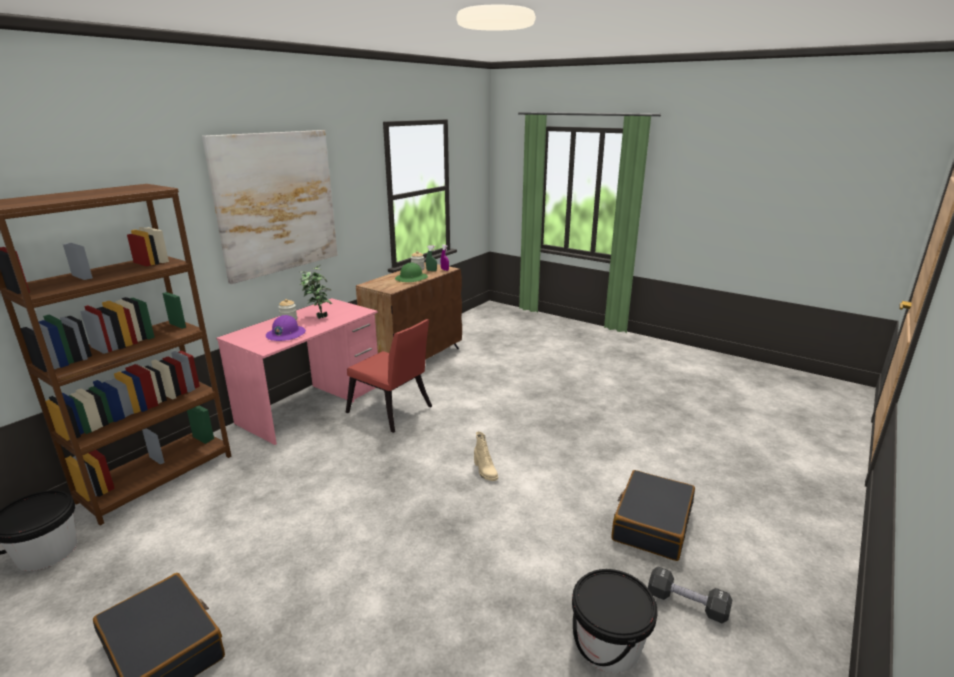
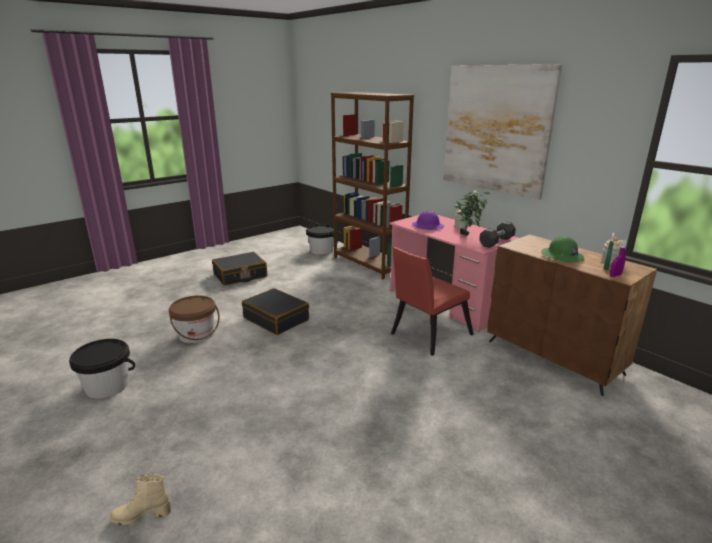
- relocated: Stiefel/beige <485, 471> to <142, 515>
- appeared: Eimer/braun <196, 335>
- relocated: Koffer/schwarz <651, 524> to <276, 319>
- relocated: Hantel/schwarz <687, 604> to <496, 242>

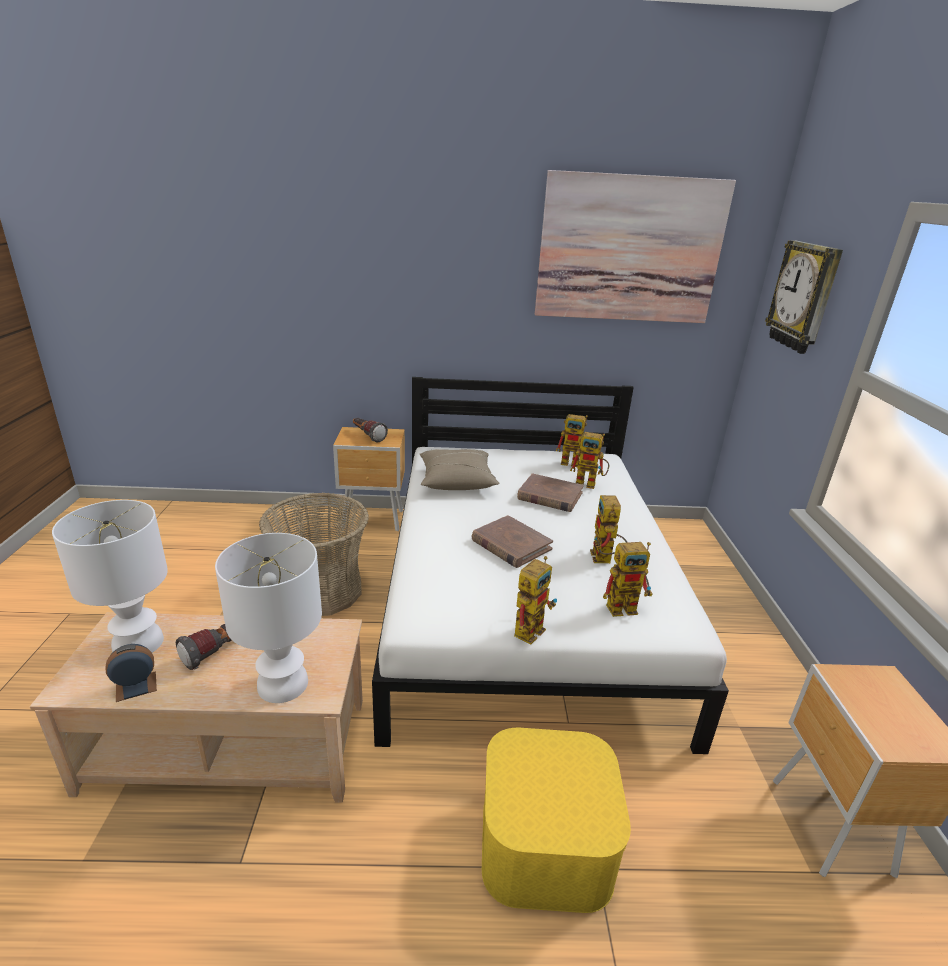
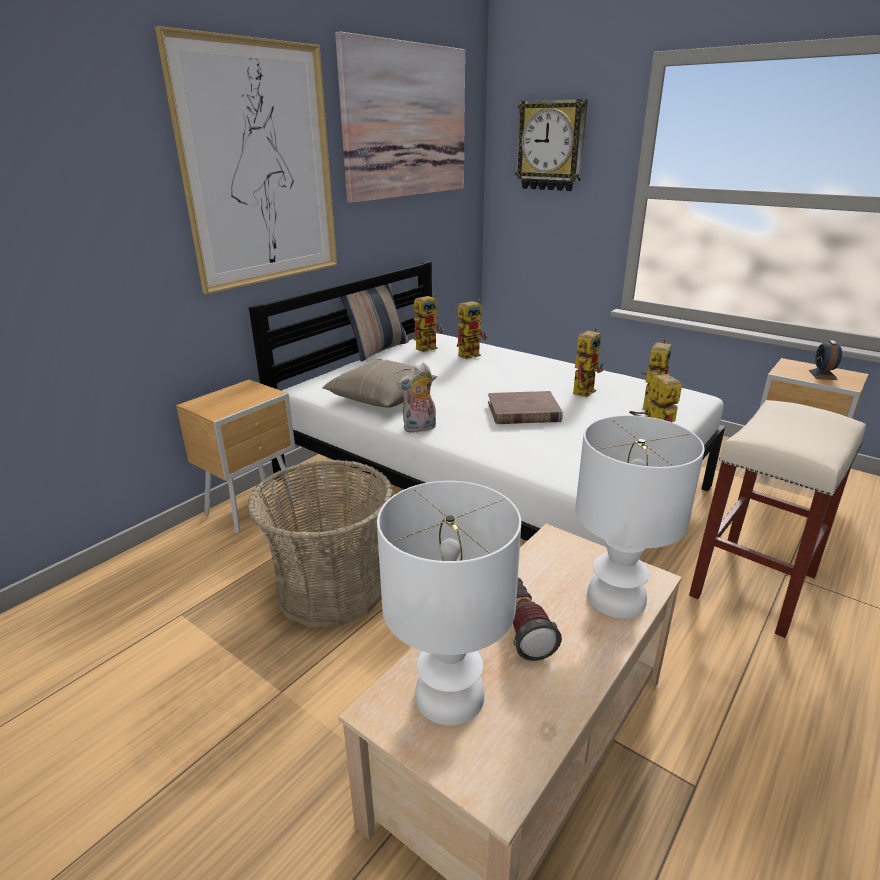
- appeared: Bild <260, 167>
- appeared: Kissen <377, 350>
- appeared: Plüschtier <419, 428>
- spun: Spielzeugroboter <604, 560> = <584, 390> 90 degrees counterclockwise
- exchanged: Aufbewahrungsbox/gelb <545, 842> to Hocker/beige <754, 586>
- relocated: Wecker <136, 686> to <822, 375>
- missing: Taschenlampe <367, 436>
- missing: Buch/braun <549, 496>

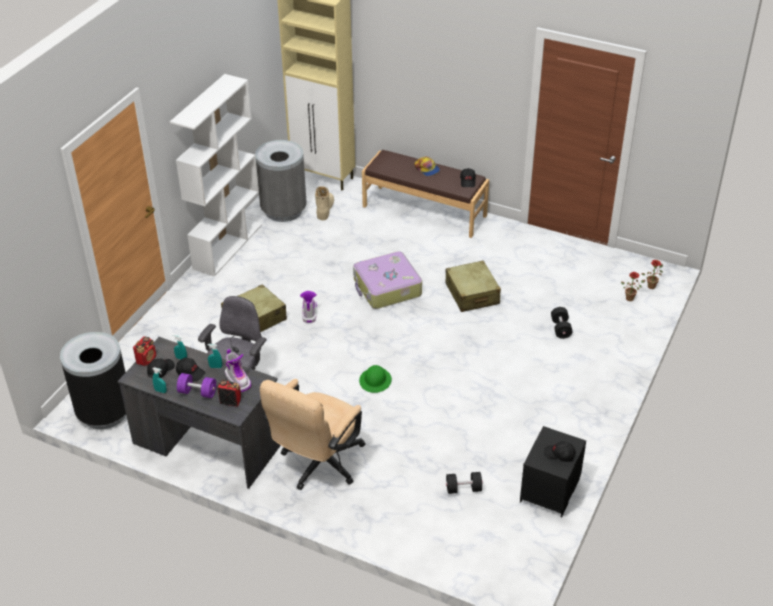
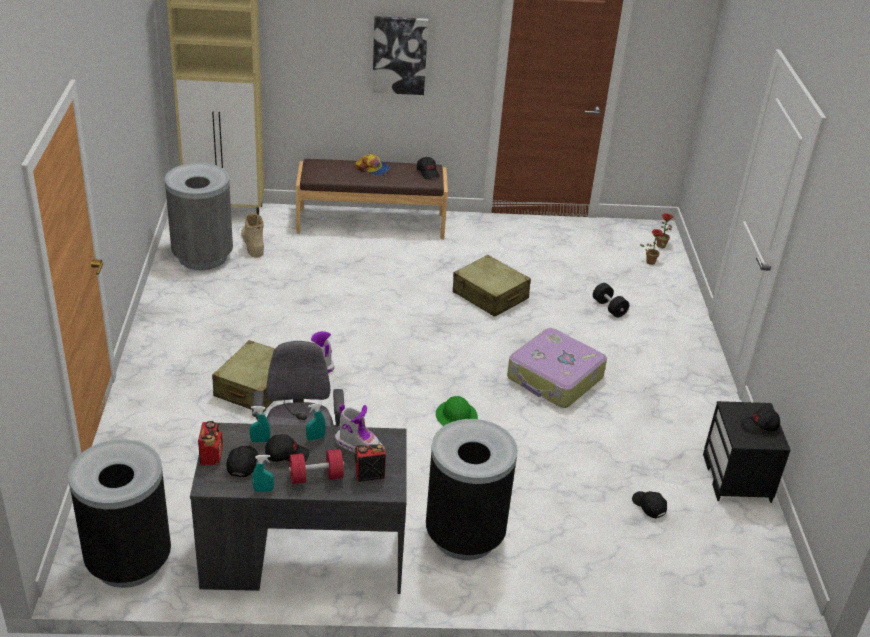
- colour: Hantel/lila <197, 392> to Hantel/rot <316, 477>
- appeared: Bild <399, 55>
- exchanged: Bürostuhl/beige <318, 465> to Mülleimer/schwarz <464, 536>
- relocated: Koffer <386, 288> to <555, 378>
- exchanged: Hantel/schwarz <463, 489> to Kappe/schwarz <648, 506>
- missing: Bücherregal/weiß <228, 246>

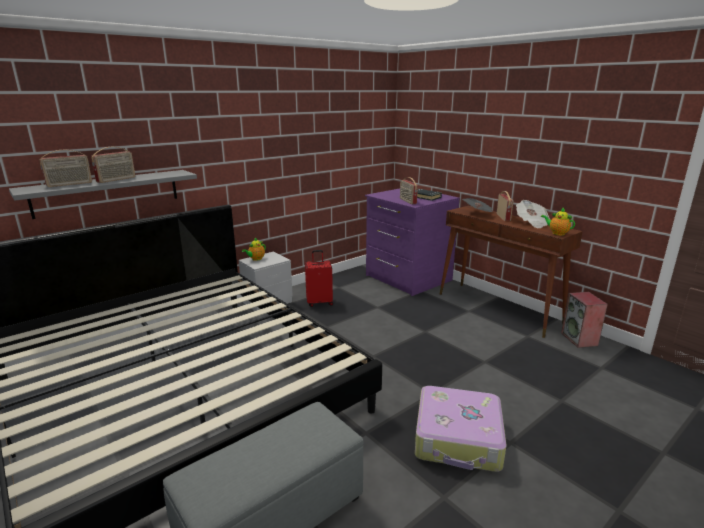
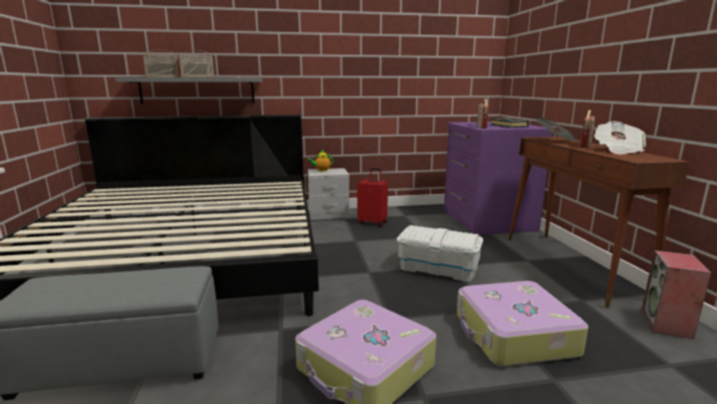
- appeared: Aufbewahrungsbox/weiß <438, 268>
- appeared: Koffer <513, 335>
- missing: Teekanne <557, 233>

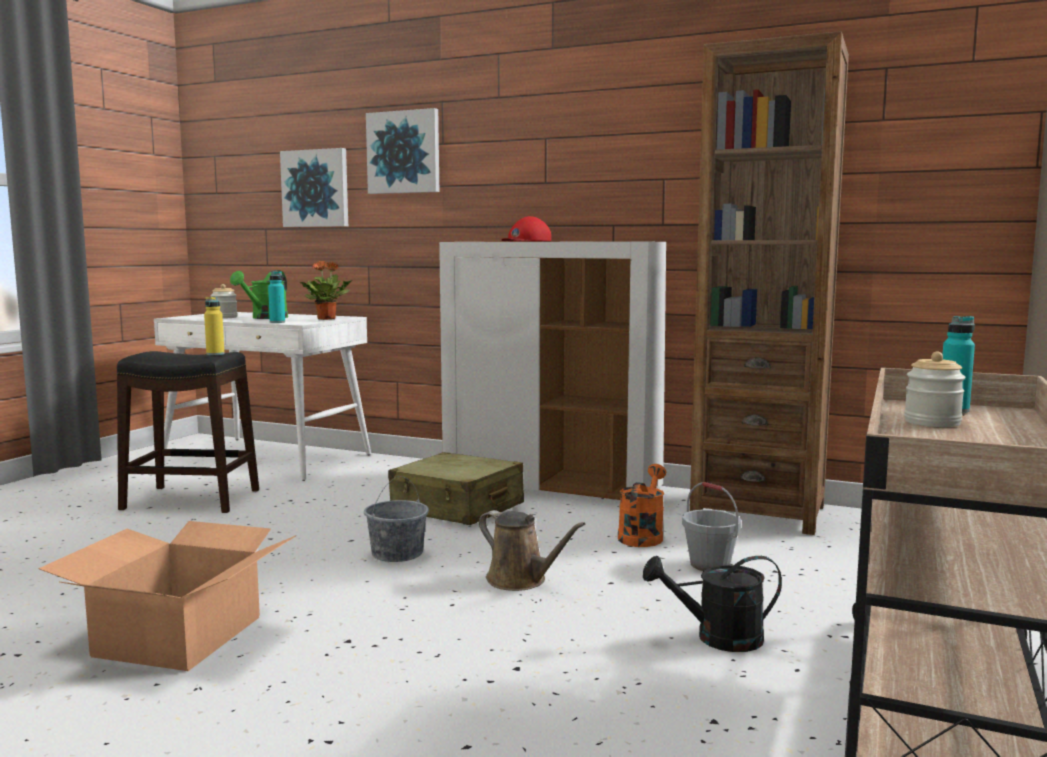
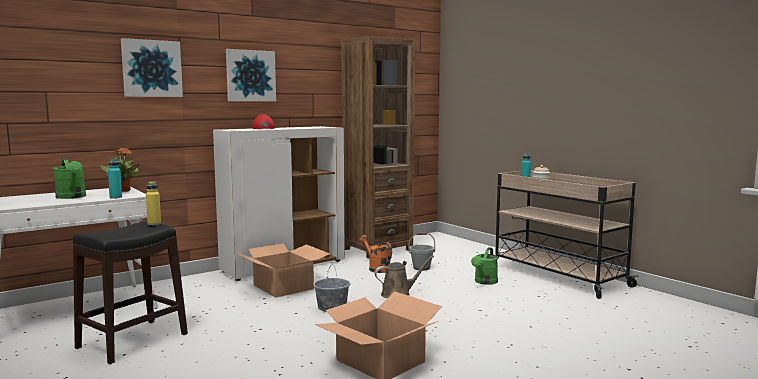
- relocated: Bild <316, 188> to <250, 76>
- exchanged: Koffer/beige <457, 508> to Karton <284, 287>
- colour: Gießkanne/schwarz <717, 638> to Gießkanne/grün <484, 282>
- missing: Vorratsglas <224, 317>

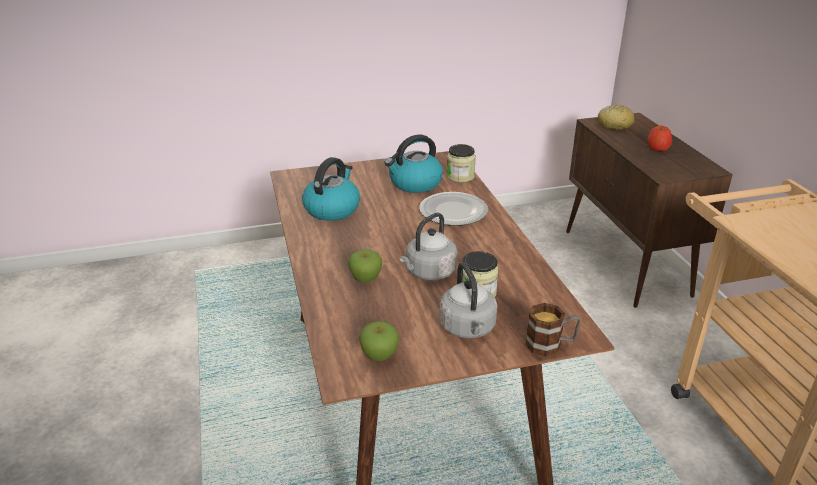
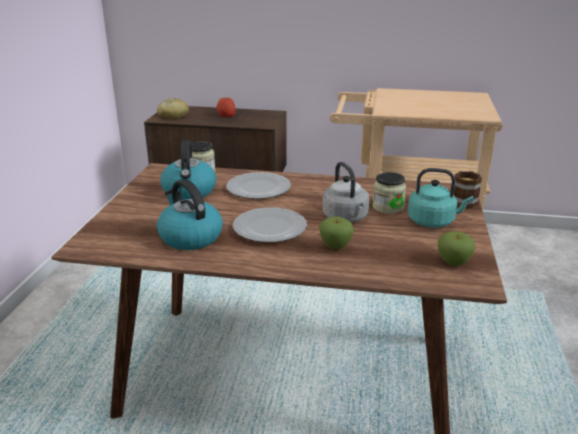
- appeared: Teller <271, 228>
- colour: Wasserkessel/grau <468, 329> to Wasserkessel/türkis <433, 222>

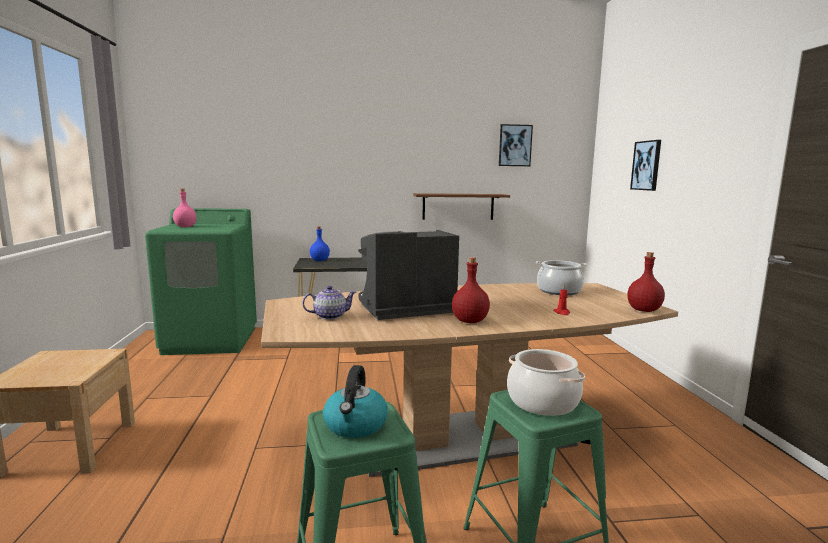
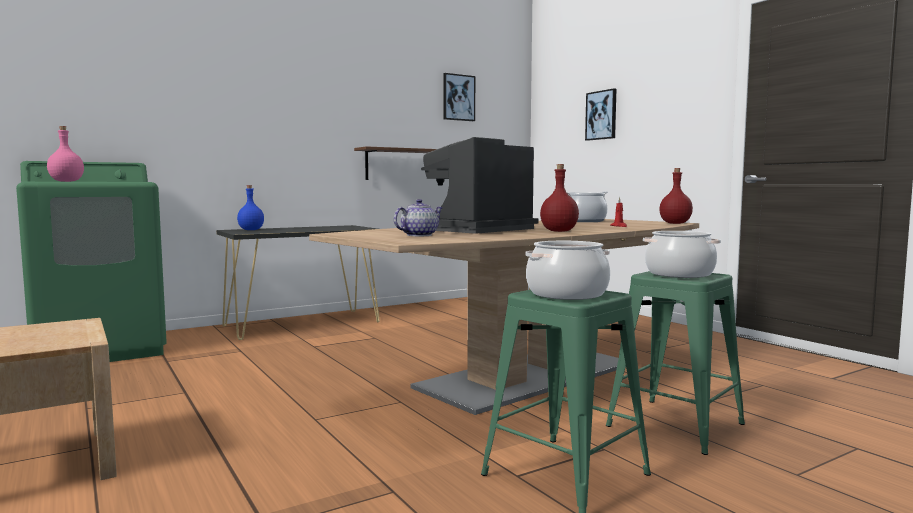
- exchanged: Wasserkessel <355, 425> to Kochtopf <567, 294>

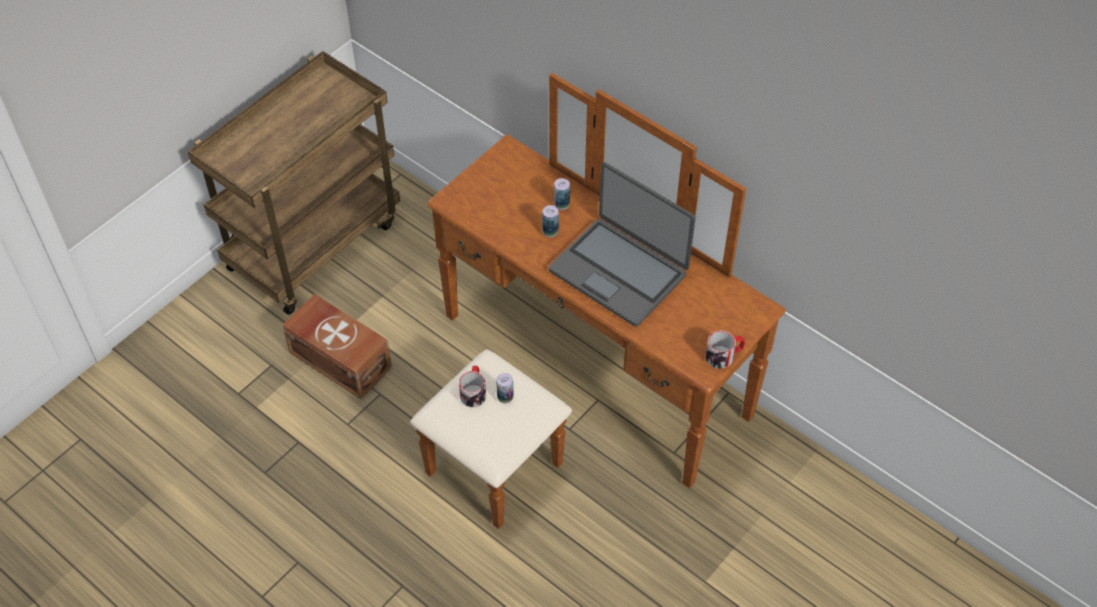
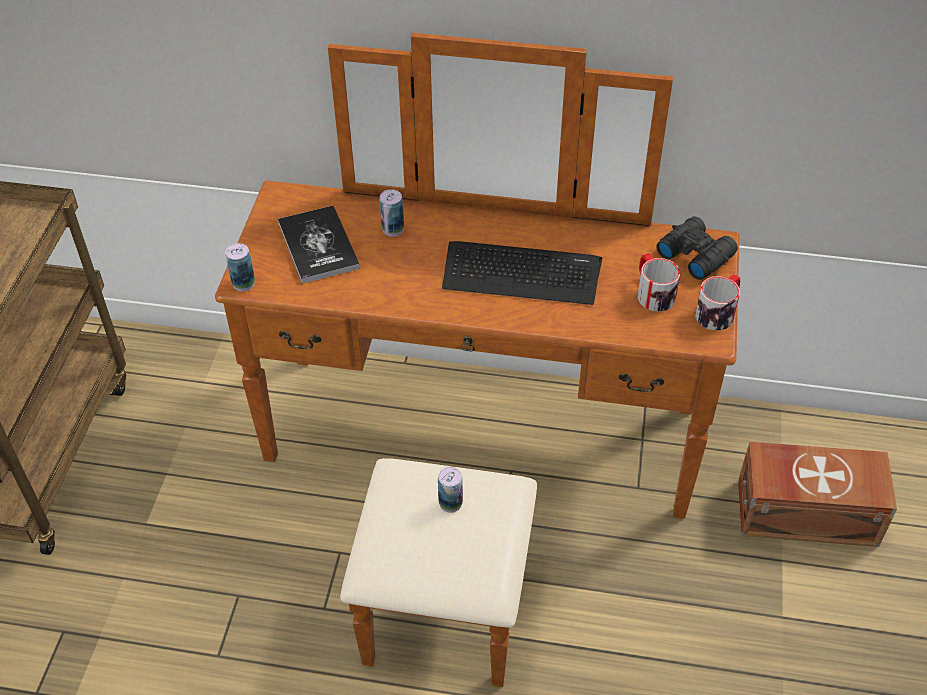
- relocated: Dose <550, 231> to <243, 283>
- appeared: Buch <318, 246>
- exchanged: Laptop <619, 271> to Tastatur <521, 274>
- relocated: Henkelbecher <474, 391> to <652, 292>
- appeared: Fernglas/schwarz <695, 254>
- relocated: Aufbewahrungsbox/braun <340, 358> to <804, 511>

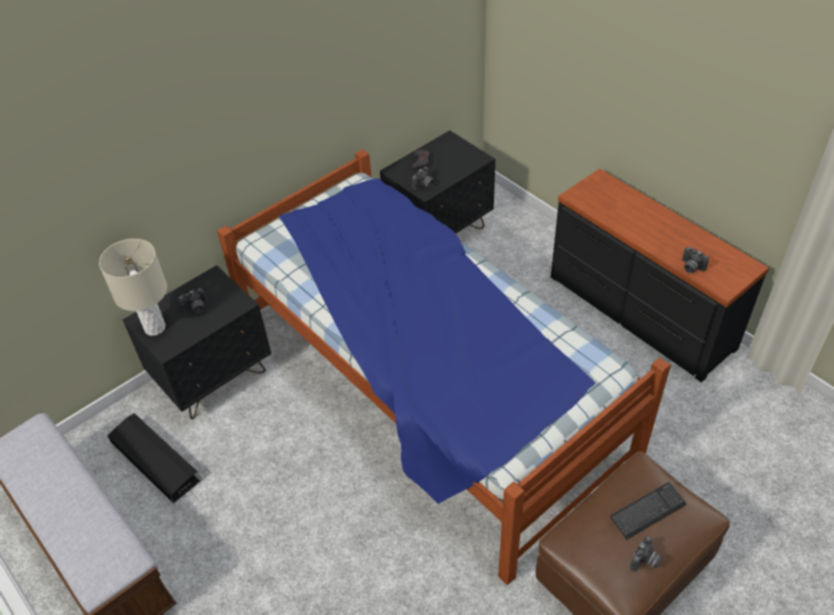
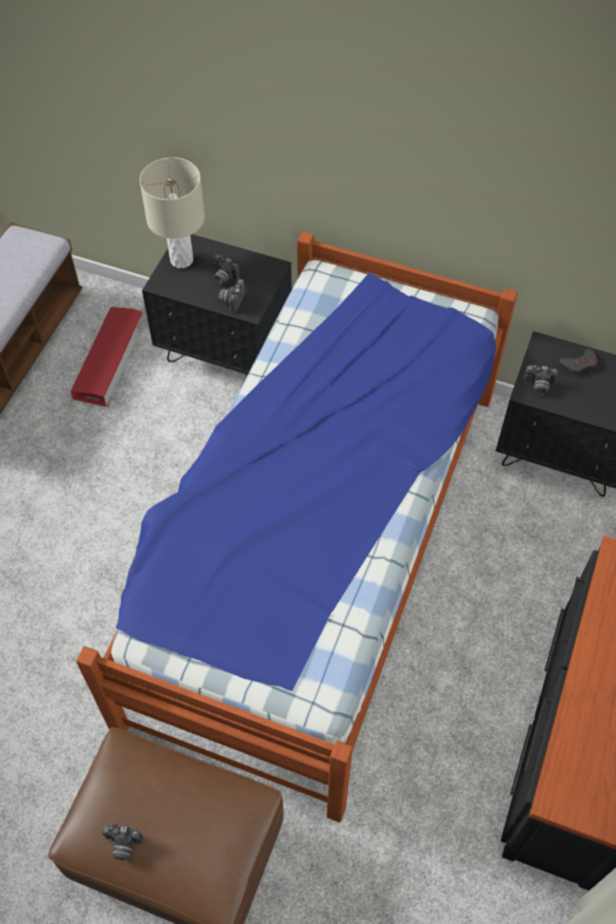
- colour: Aufbewahrungsbox/schwarz <155, 460> to Aufbewahrungsbox/rot <110, 360>
- relocated: Kamera <691, 267> to <231, 300>
- missing: Tastatur <647, 511>

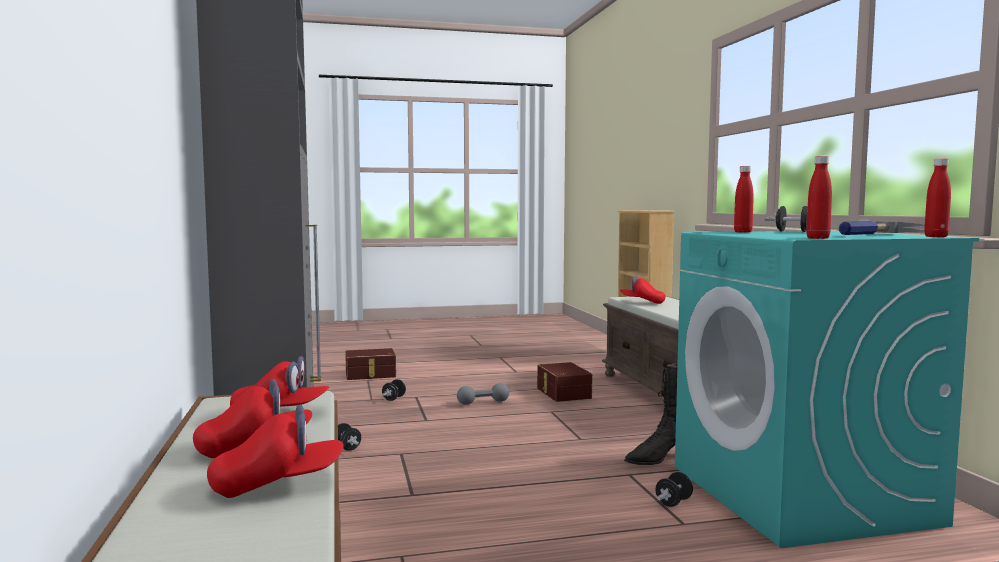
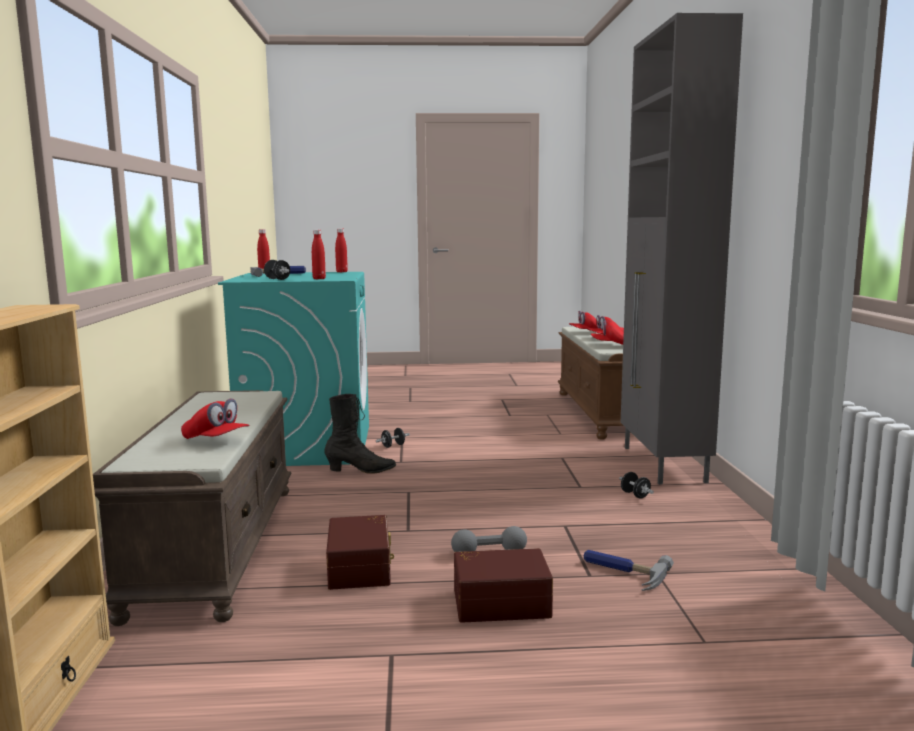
- relocated: Aufbewahrungsbox/braun <370, 374> to <500, 602>
- exchanged: Hantel/schwarz <394, 398> to Hammer <622, 572>

